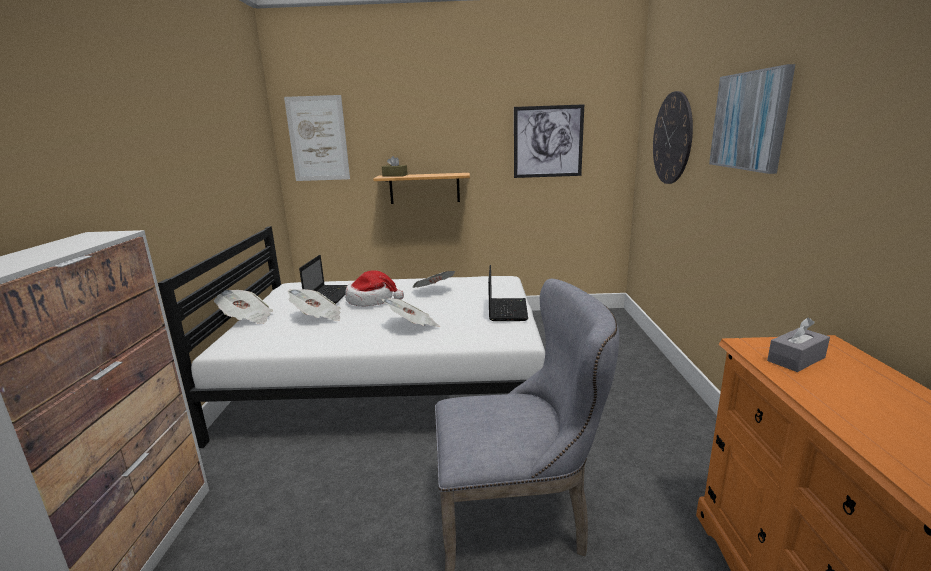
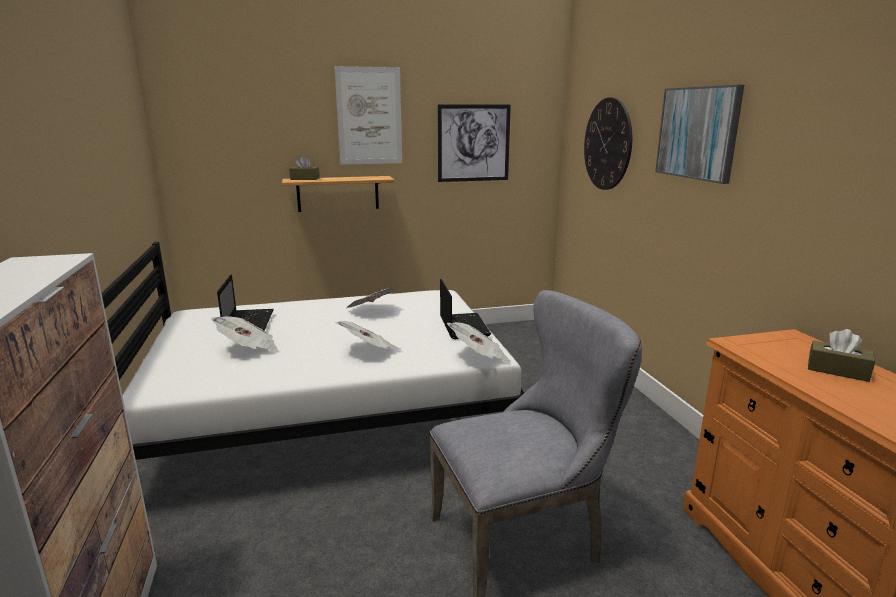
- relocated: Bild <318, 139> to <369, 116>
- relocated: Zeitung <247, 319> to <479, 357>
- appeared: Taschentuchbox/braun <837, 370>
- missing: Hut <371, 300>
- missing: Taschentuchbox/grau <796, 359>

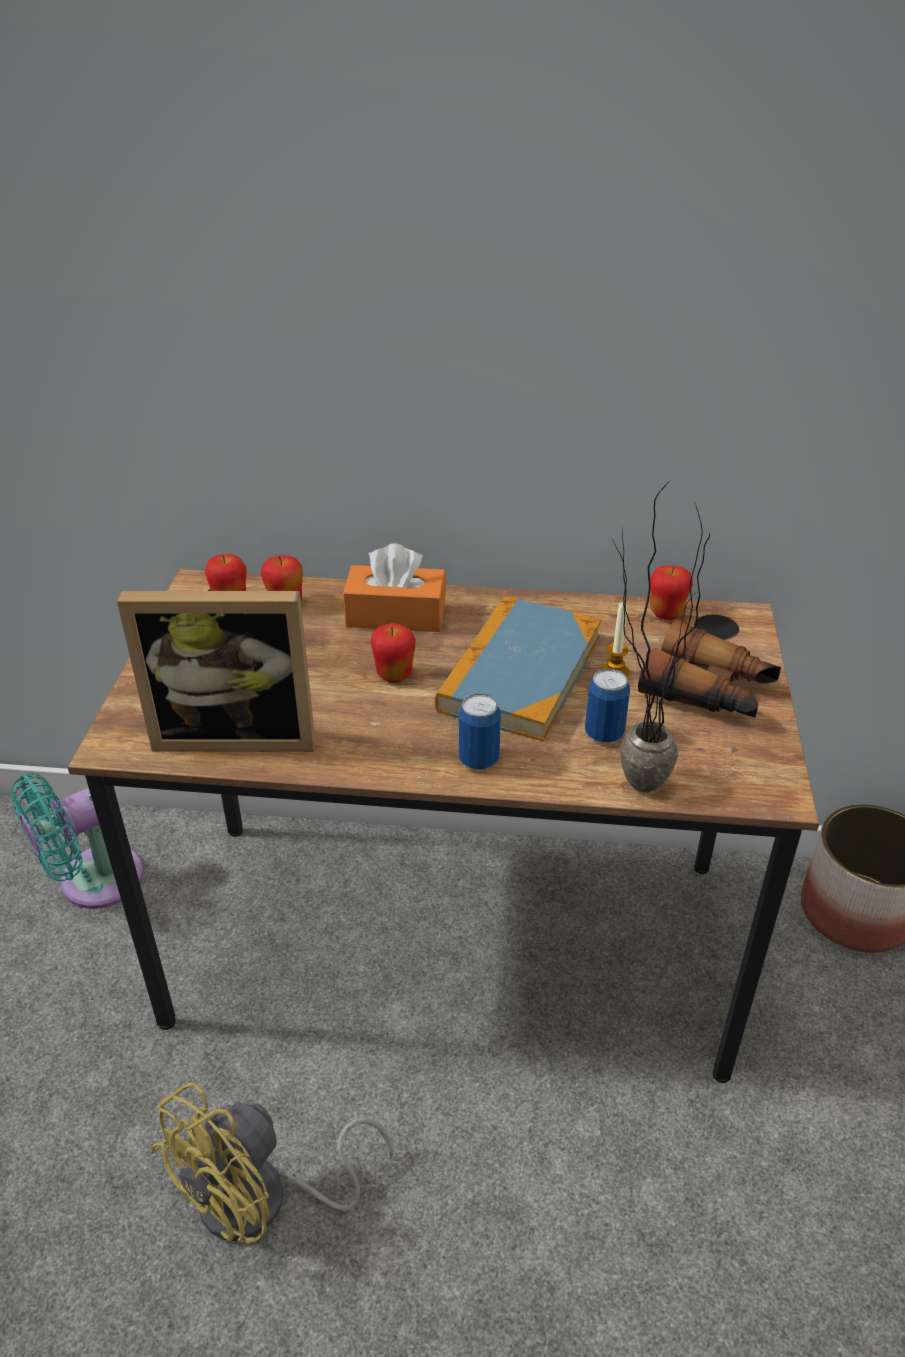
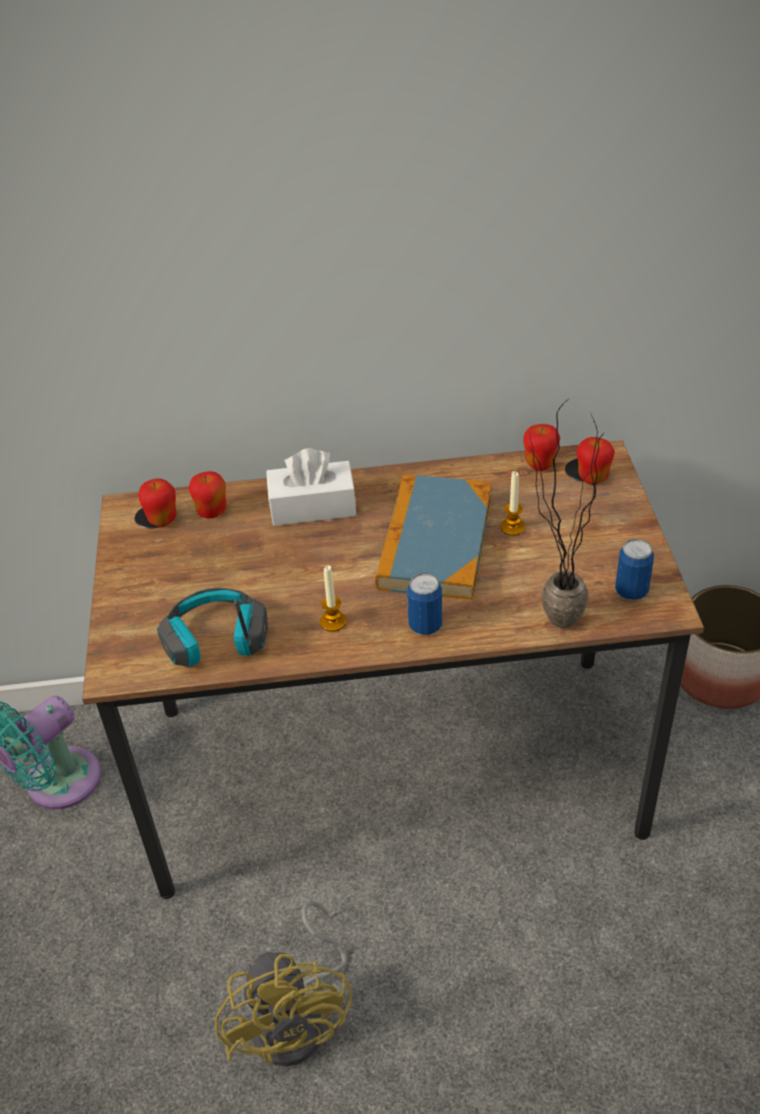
- exchanged: Bilderrahmen <237, 733> to Kopfhörer <216, 640>
- spun: Ventilator/gelb <263, 1202> = <299, 1018> 45 degrees counterclockwise
- colour: Taschentuchbox/orange <396, 615> to Taschentuchbox/weiß <312, 507>
- appeared: Kerze <333, 622>
- relocated: Apfel <394, 675> to <592, 478>
- relocated: Dose <604, 734> to <631, 591>
- missing: Fernglas <709, 691>

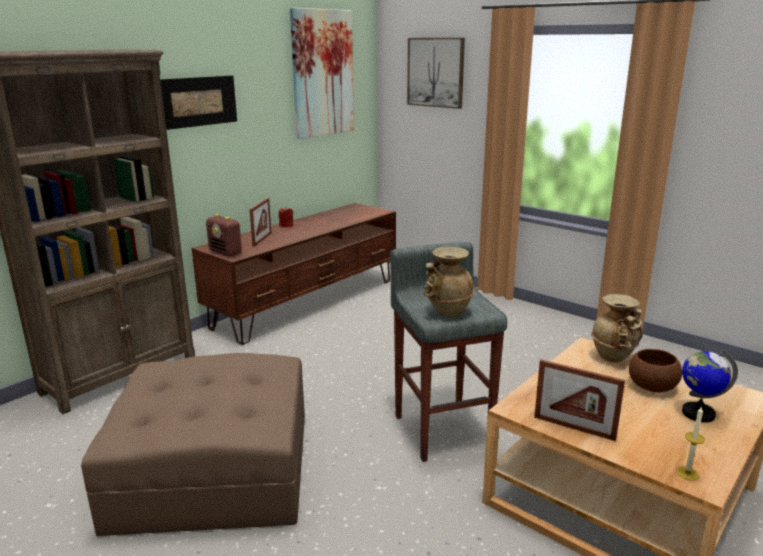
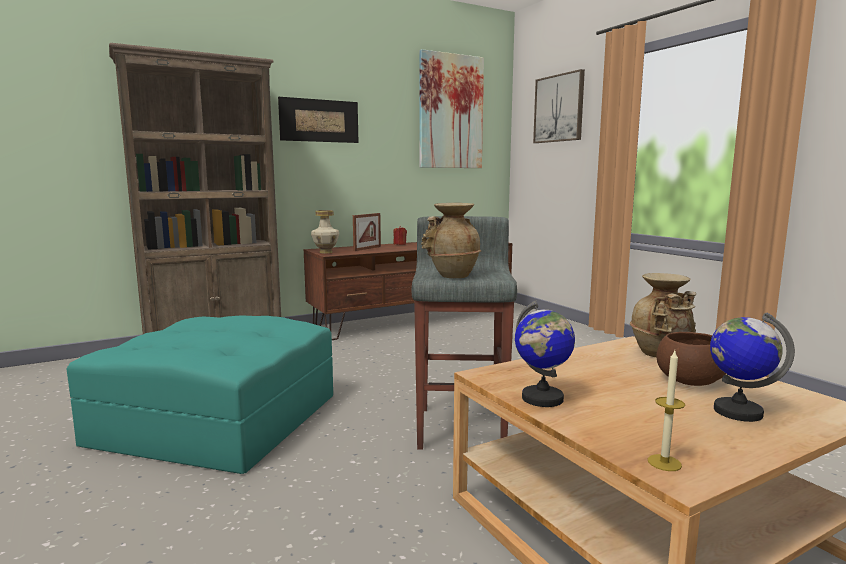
- colour: Polsterhocker/braun <214, 468> to Polsterhocker/türkis <219, 418>
- exchanged: Radio <226, 252> to Vase <326, 252>
- exchanged: Bilderrahmen <574, 428> to Globus <542, 399>

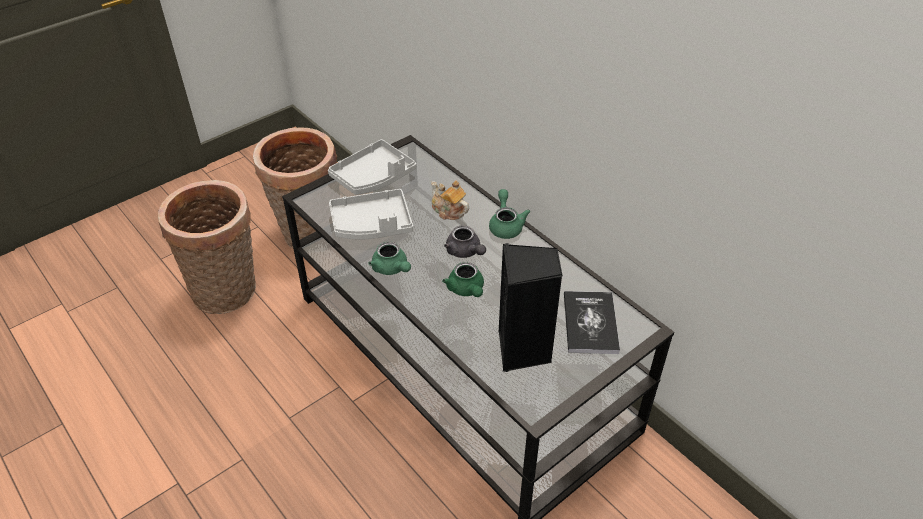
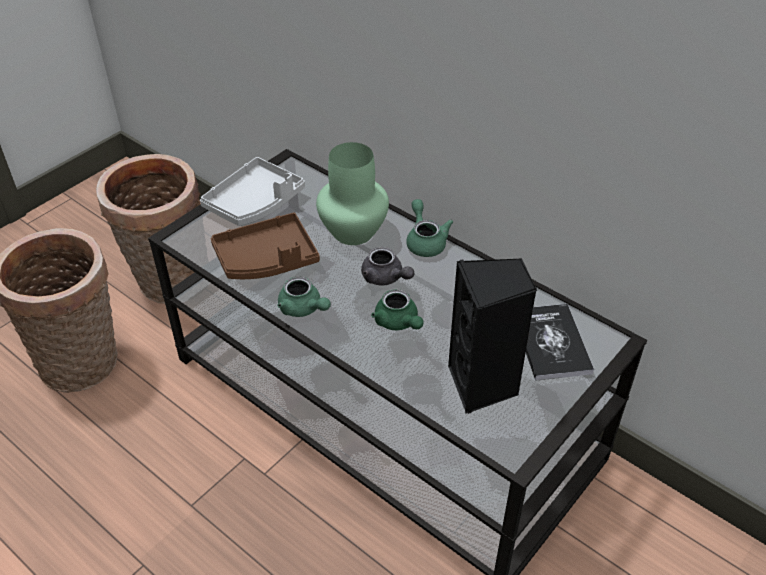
- colour: Tablett/grau <372, 225> to Tablett/braun <267, 259>
- exchanged: Teekanne <448, 211> to Vase/grün <354, 232>

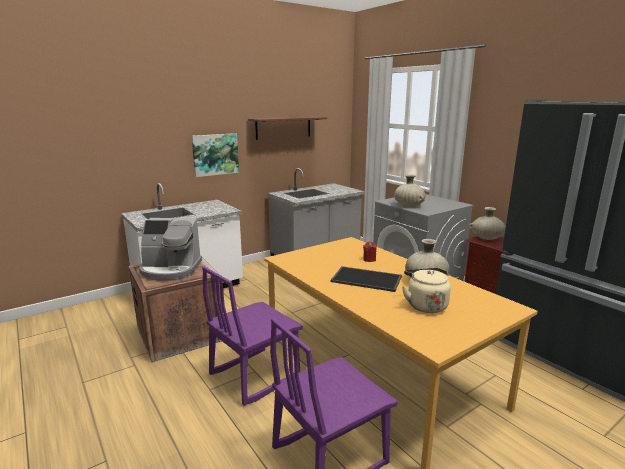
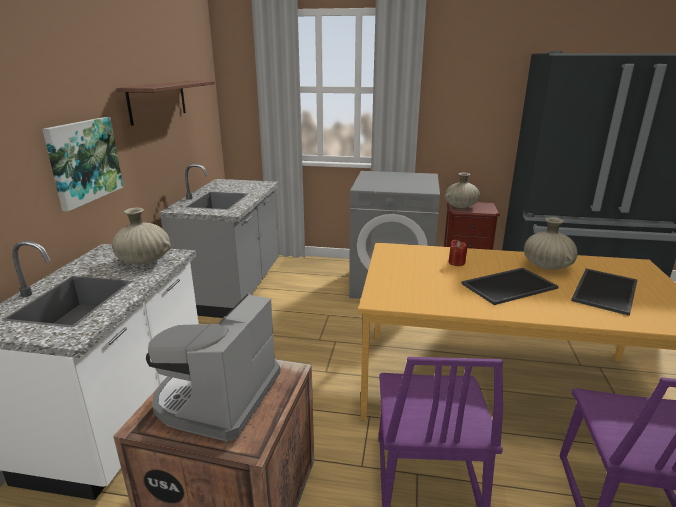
- relocated: Vase/beige <408, 205> to <144, 261>
- spun: Kaffeemaschine <170, 270> = <217, 397> 150 degrees clockwise
- exchanged: Wasserkessel/beige <425, 305> to Tablett <603, 290>

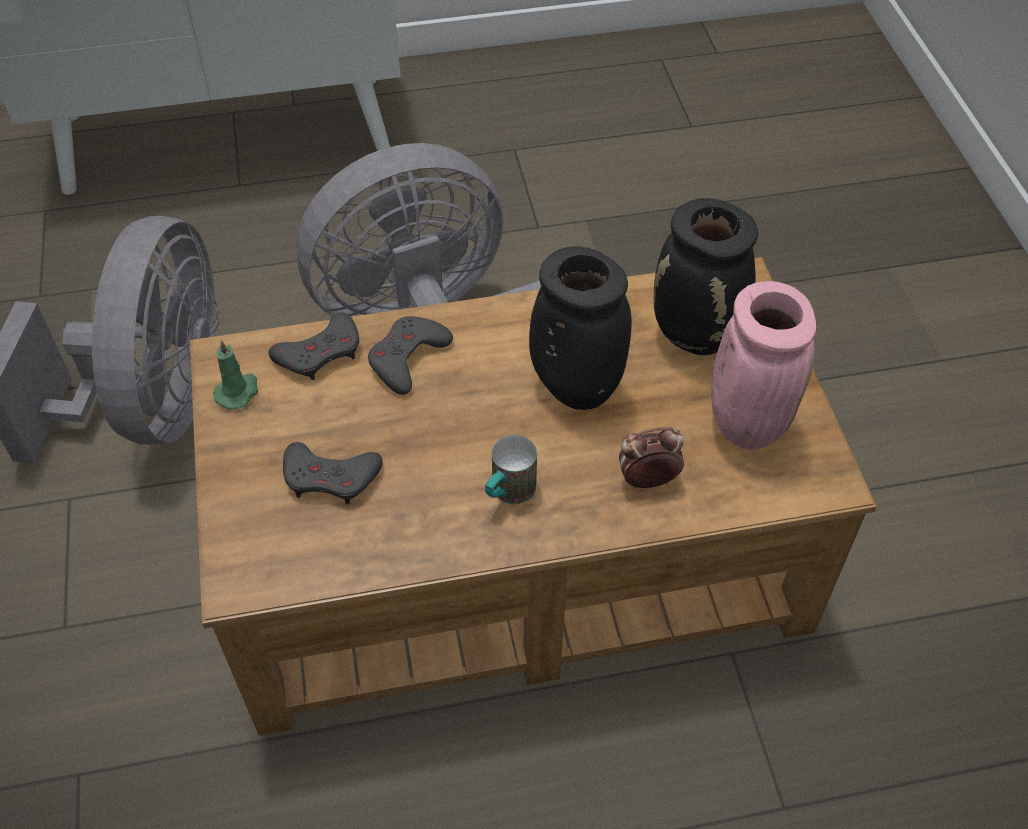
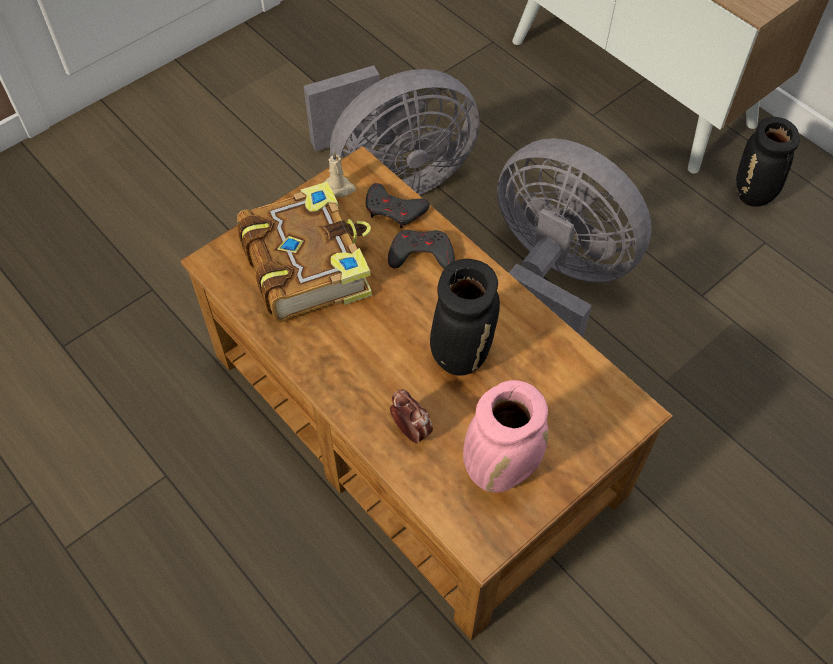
- exchanged: Gamepad/grau <330, 477> to Buch <307, 264>
- colour: Kerze/grün <238, 391> to Kerze/beige <339, 188>
- relocated: Vase/schwarz <697, 336> to <752, 195>
- missing: Henkelbecher <508, 493>

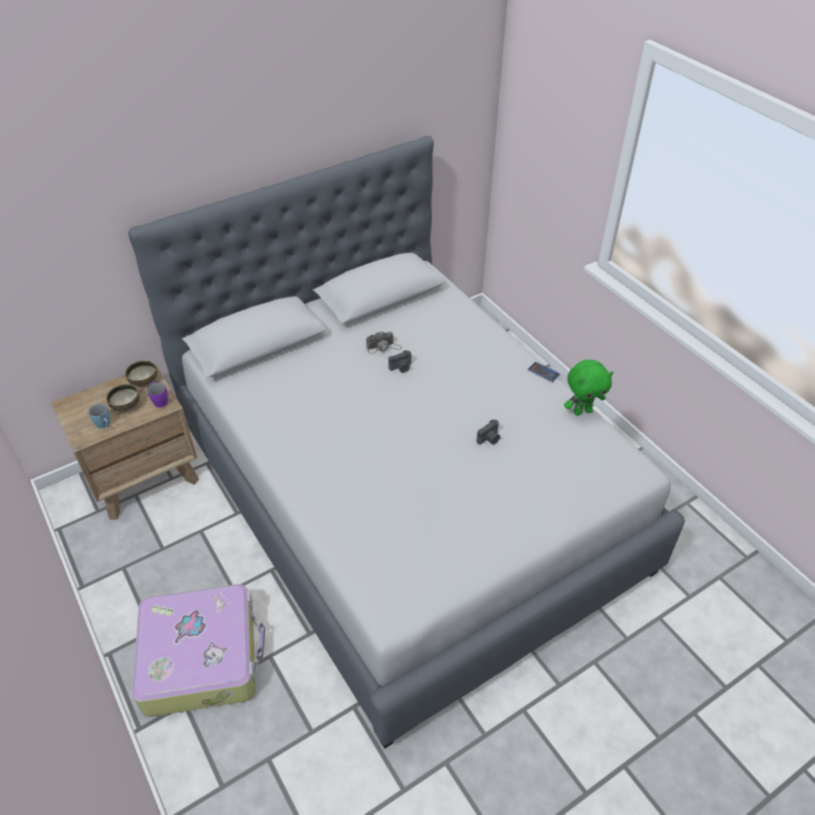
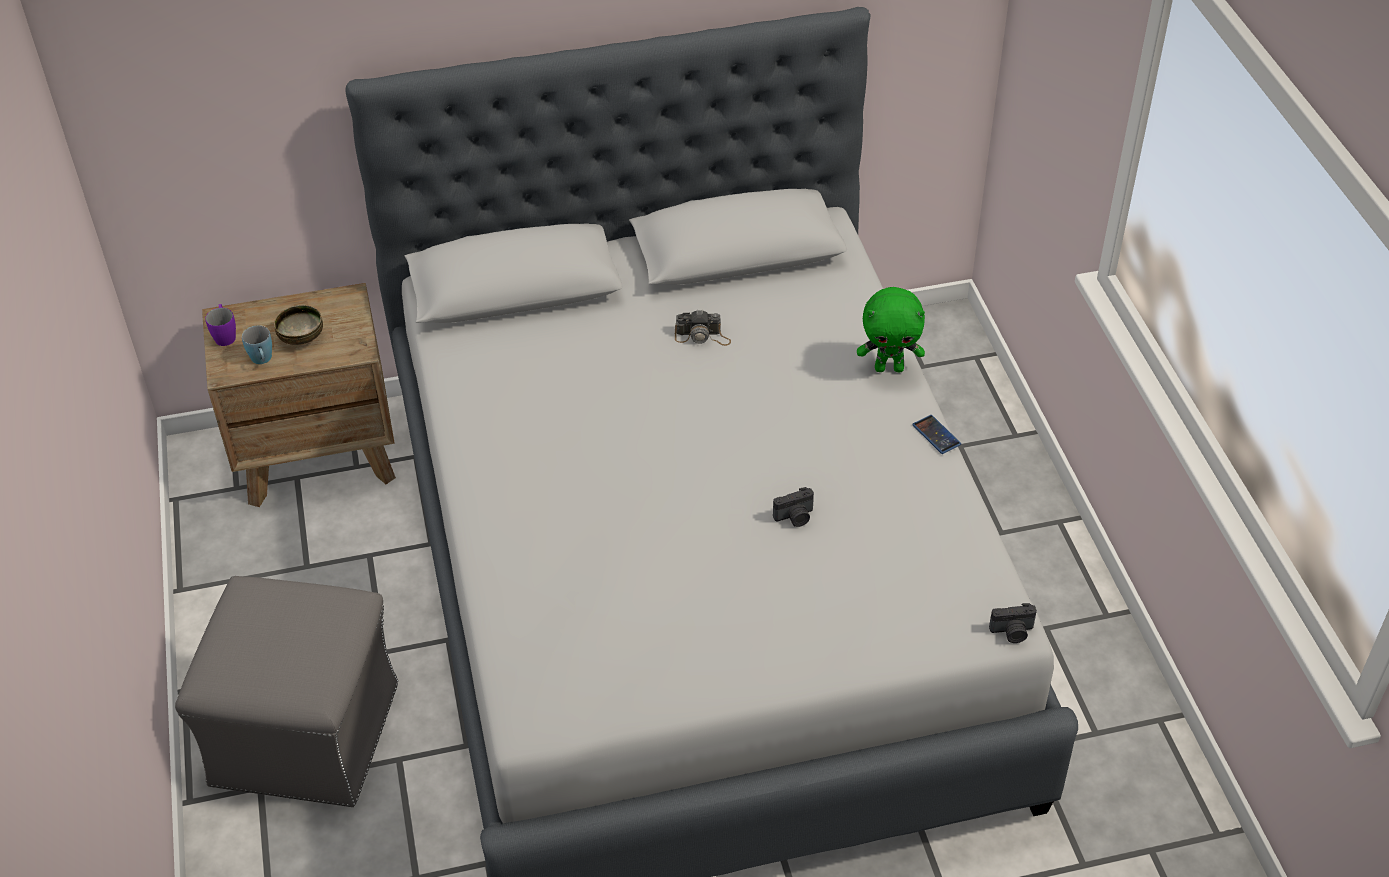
- exchanged: Koffer <202, 656> to Polsterhocker/grau <306, 732>
- relocated: Henkelbecher/lila <159, 400> to <225, 335>
- relocated: Plüschtier/grün <582, 411> to <889, 368>
- relocated: Kamera <401, 368> to <1012, 632>
- missing: Schüssel <144, 381>

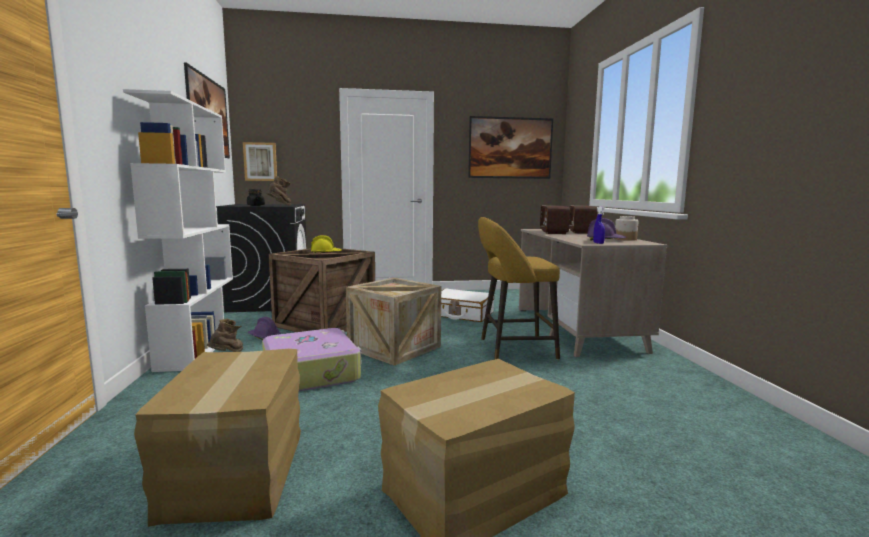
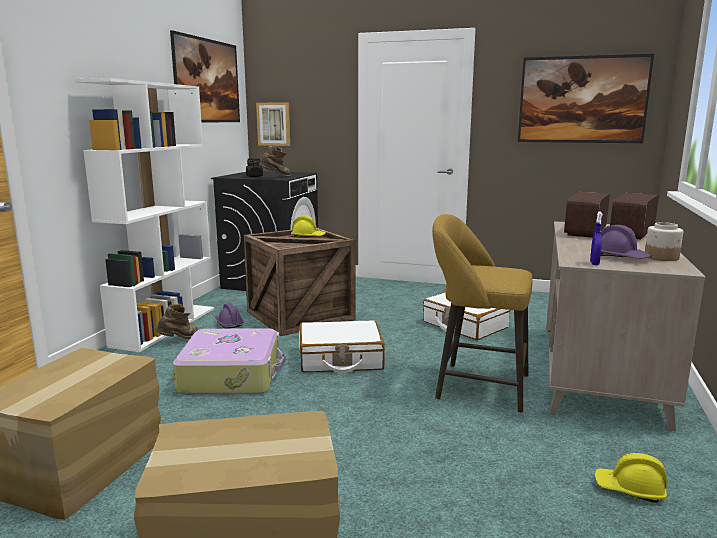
- exchanged: Kiste <394, 348> to Koffer/weiß <340, 359>
- appeared: Schutzhelm/gelb <630, 489>

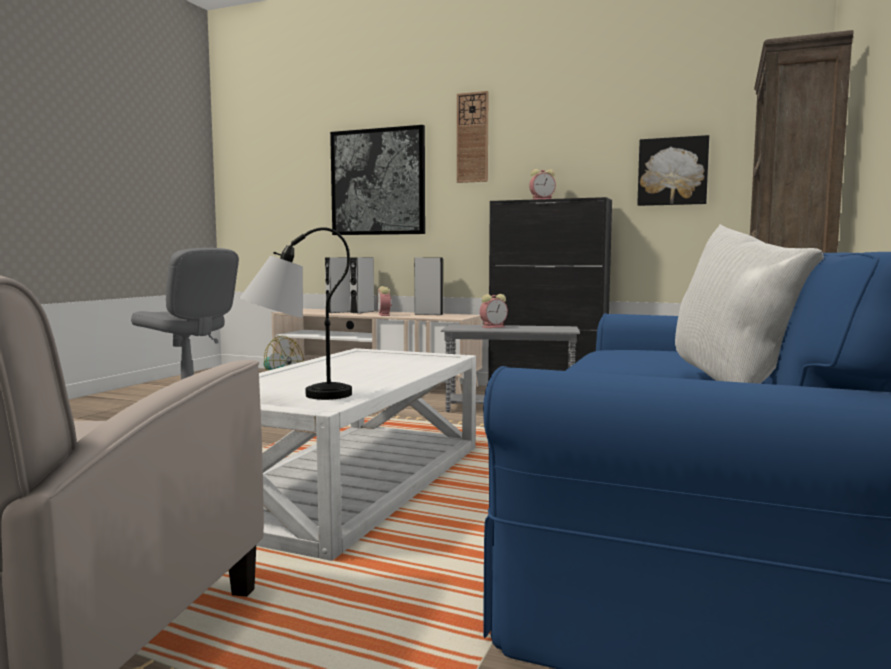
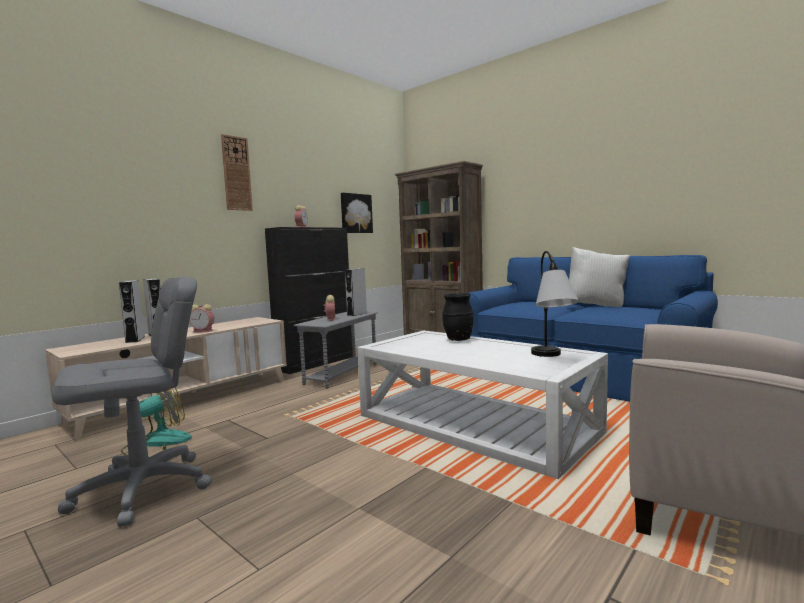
- relocated: Lautsprecher/grau <428, 314> to <357, 314>
- appeared: Vase/schwarz <458, 339>
- missing: Bild <378, 182>

